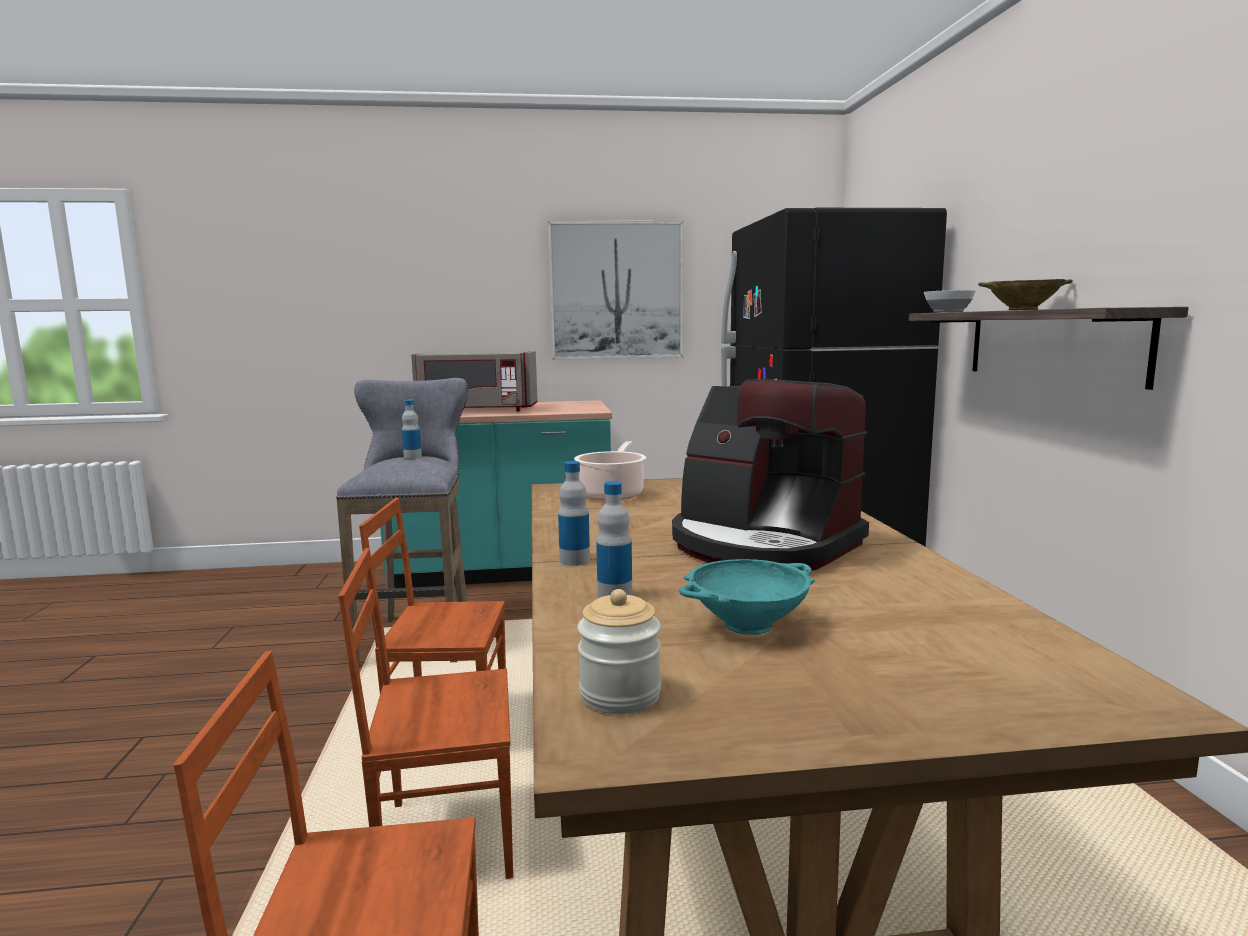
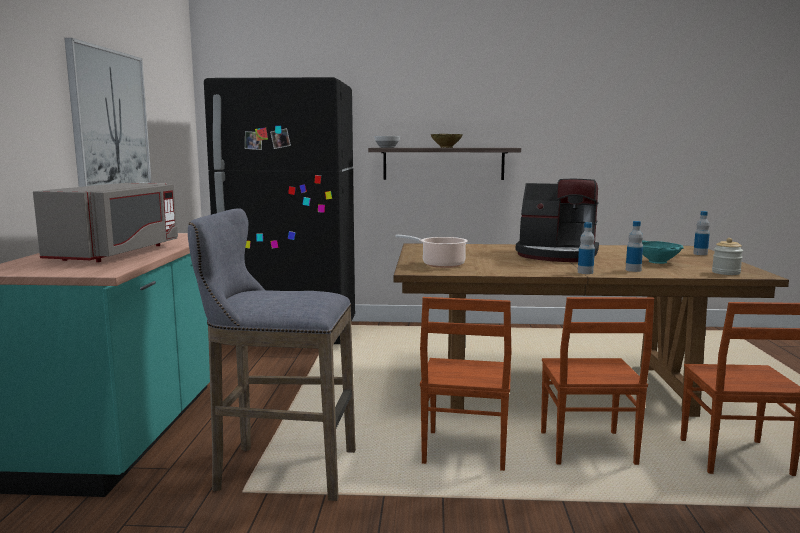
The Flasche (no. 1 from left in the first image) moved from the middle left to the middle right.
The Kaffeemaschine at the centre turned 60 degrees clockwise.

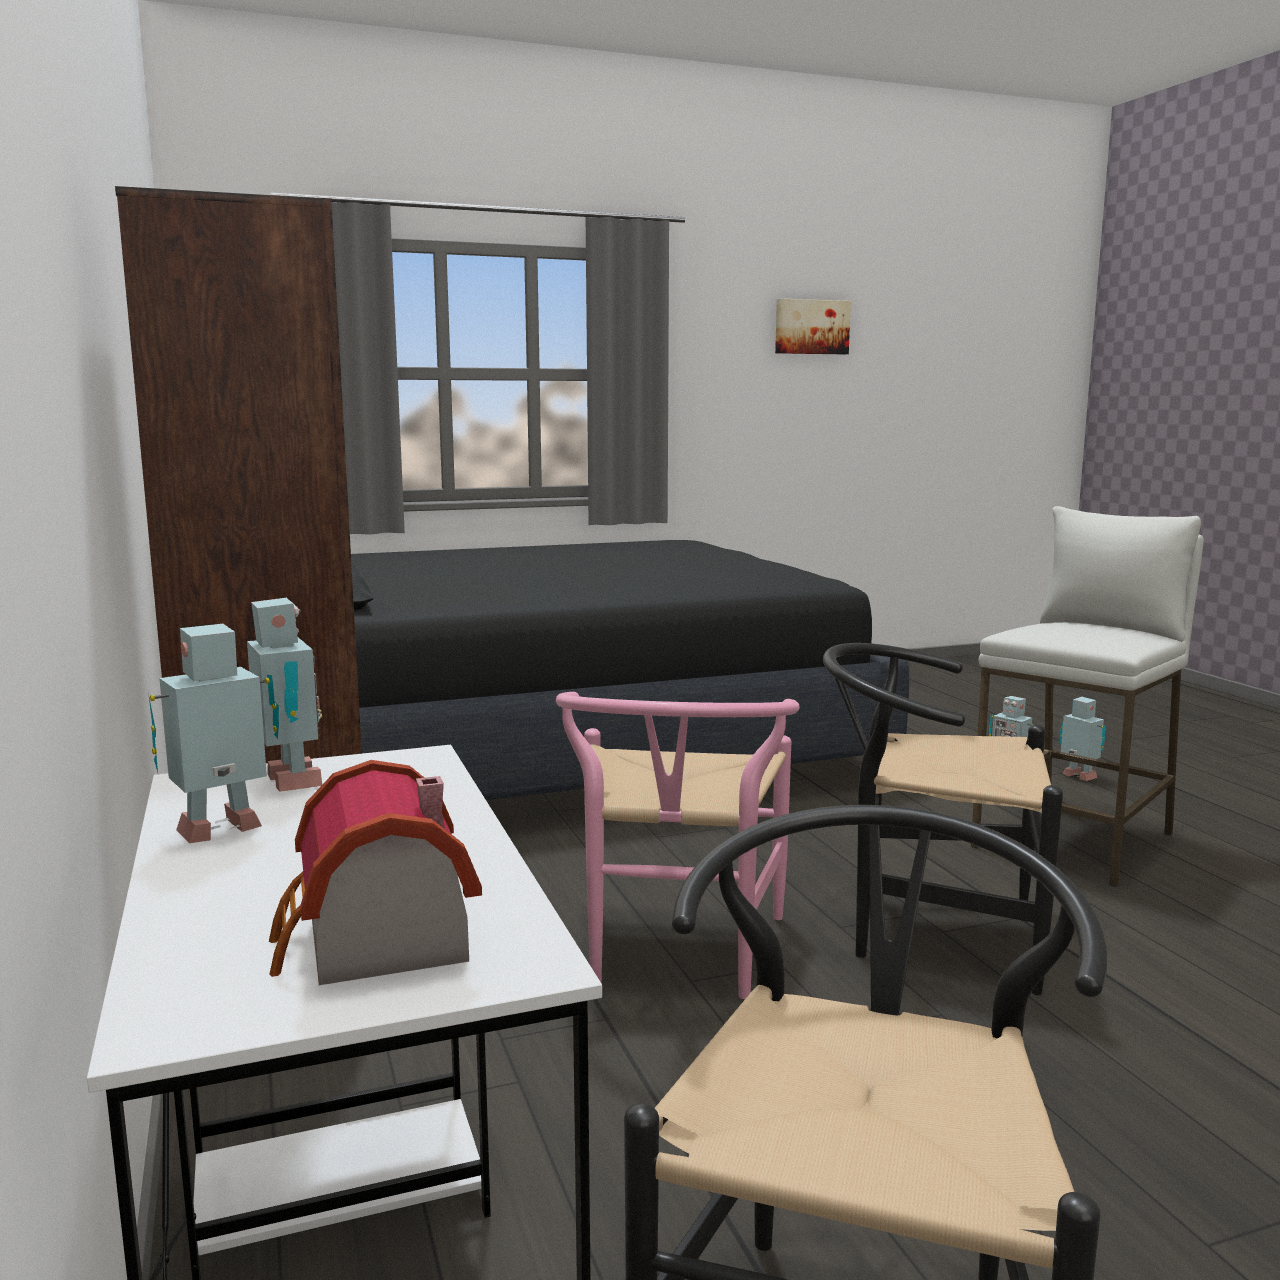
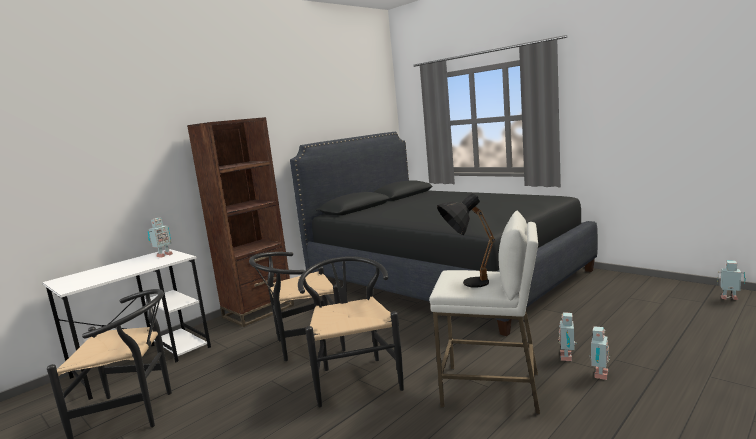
The Spielzeughaus at the bottom left disappeared.
The Bild at the top centre disappeared.
The Tischlampe [schwarz] at the centre appeared.
The Spielzeugroboter (no. 1 from left in the first image) moved from the middle left to the middle right.
The Stuhl [rosa] at the centre became the Stuhl [schwarz] (no. 2 from left) at the bottom centre.

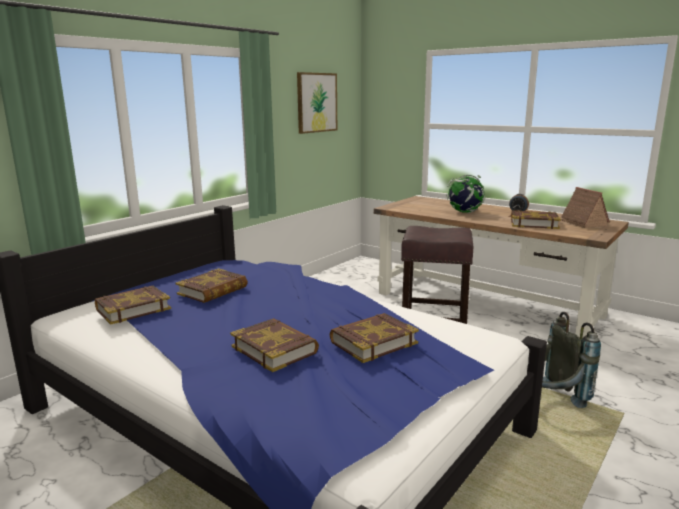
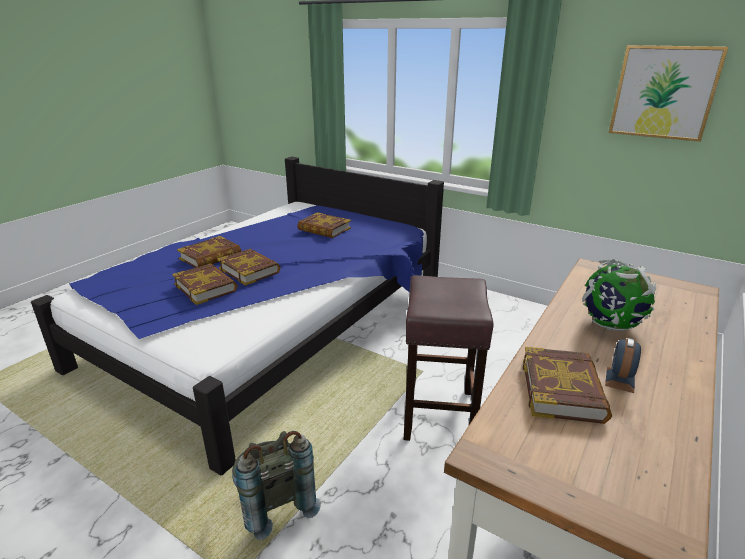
The Spielzeughaus at the middle right disappeared.
The Buch (no. 1 from left in the first image) moved from the middle left to the centre.

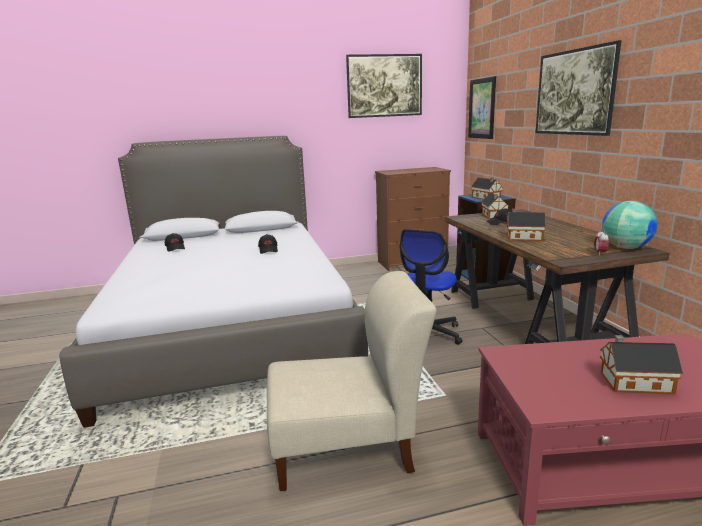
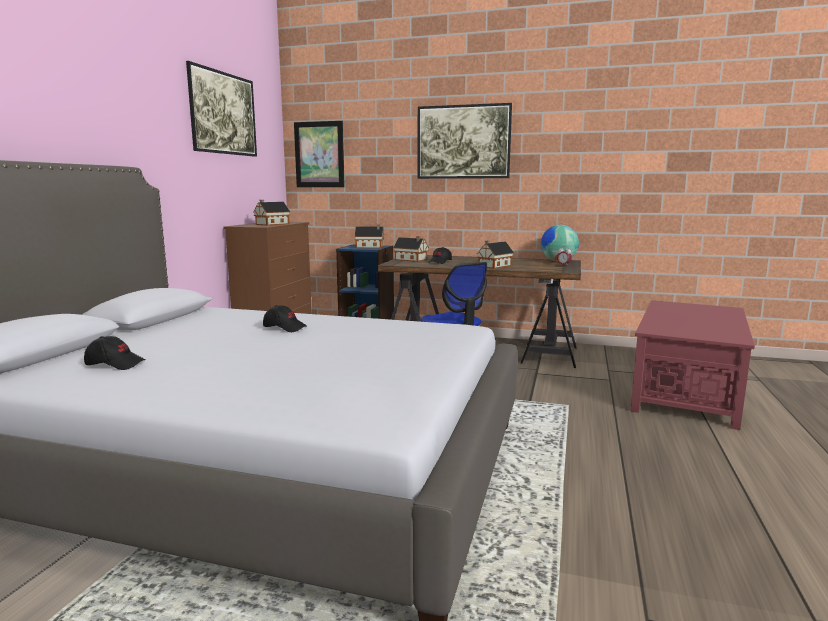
The Stuhl [beige] at the bottom centre disappeared.
The Spielzeughaus (no. 4 from left in the first image) moved from the bottom right to the middle left.

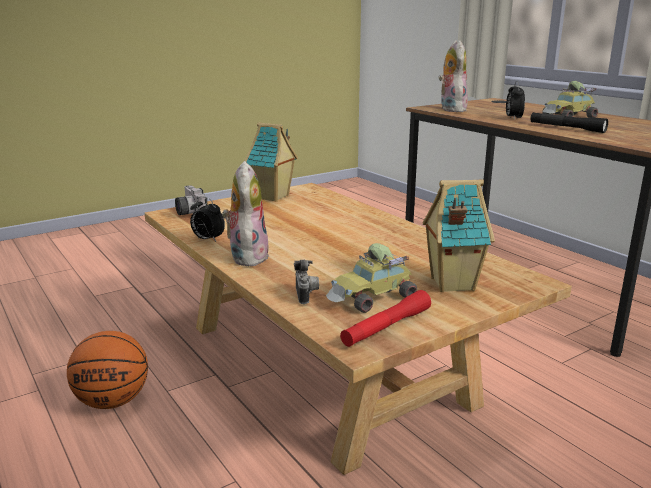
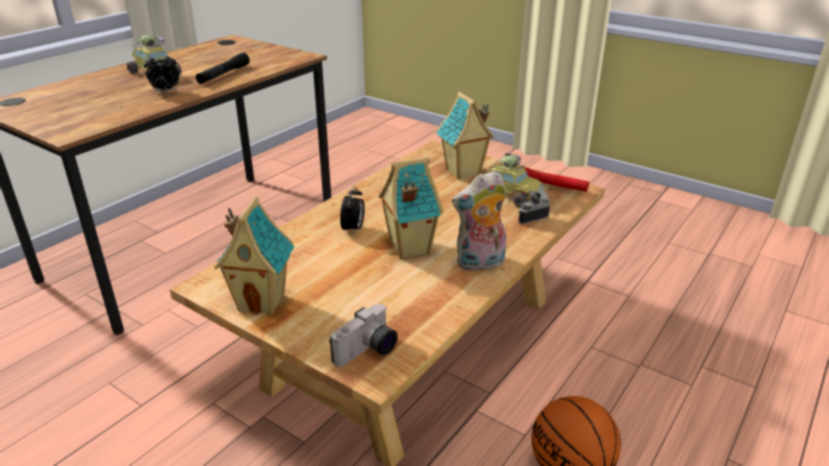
The Plüschtier (no. 2 from left) at the top right disappeared.
The Spielzeughaus (no. 2 from left) at the centre appeared.
The Wecker (no. 1 from left in the first image) moved from the middle left to the centre.

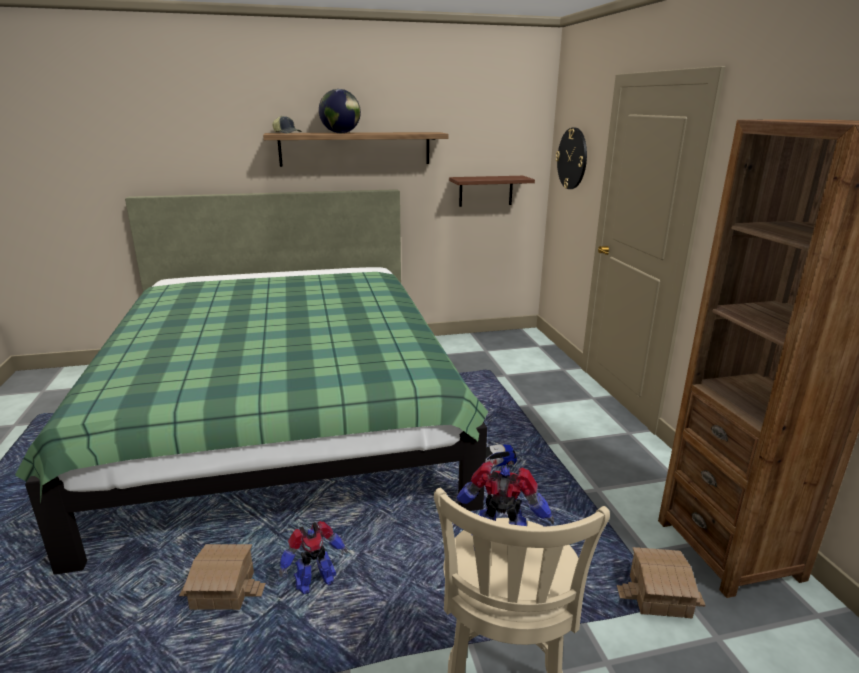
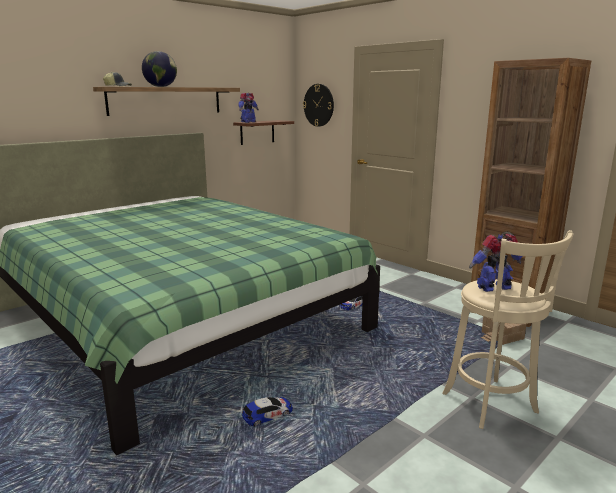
The Spielzeugroboter (no. 1 from left) moved from the bottom centre to the top centre.
The Spielzeughaus (no. 1 from left) at the bottom left was replaced by the Spielzeugauto (no. 1 from left) at the bottom centre.

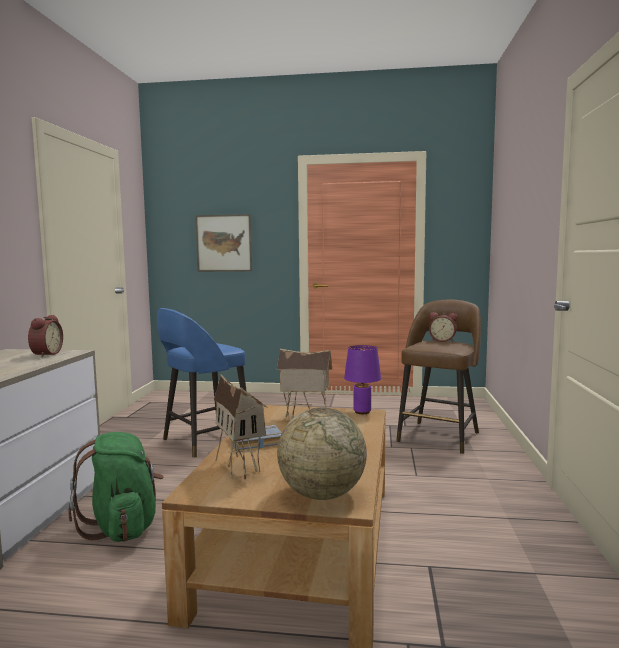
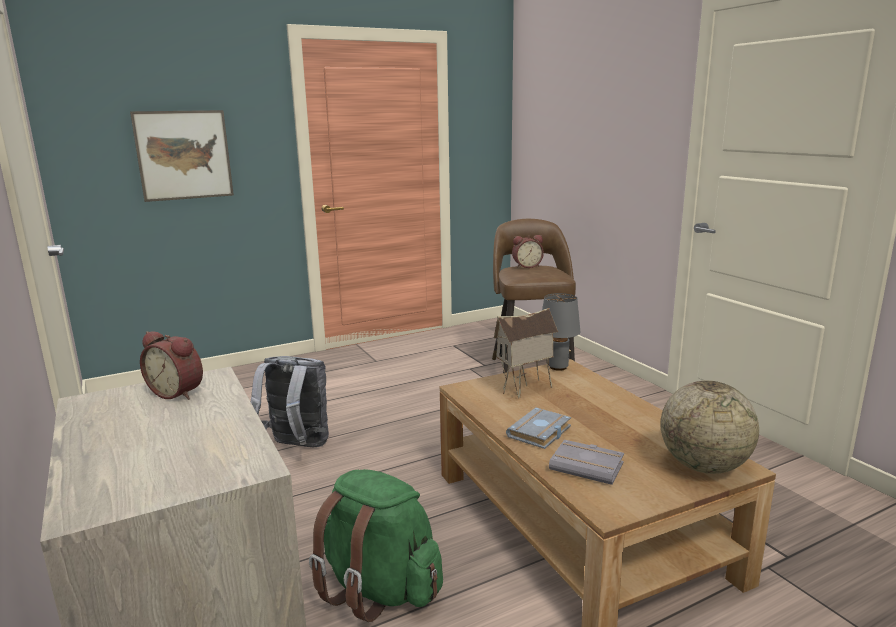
The Hocker [blau] at the middle left was replaced by the Rucksack [grau] at the middle left.
The Spielzeughaus (no. 1 from left) at the centre was replaced by the Buch [grau] (no. 2 from left) at the bottom centre.
The Tischlampe [lila] at the centre became the Tischlampe [grau] at the centre.
The Wecker (no. 1 from left) at the middle left turned 150 degrees clockwise.

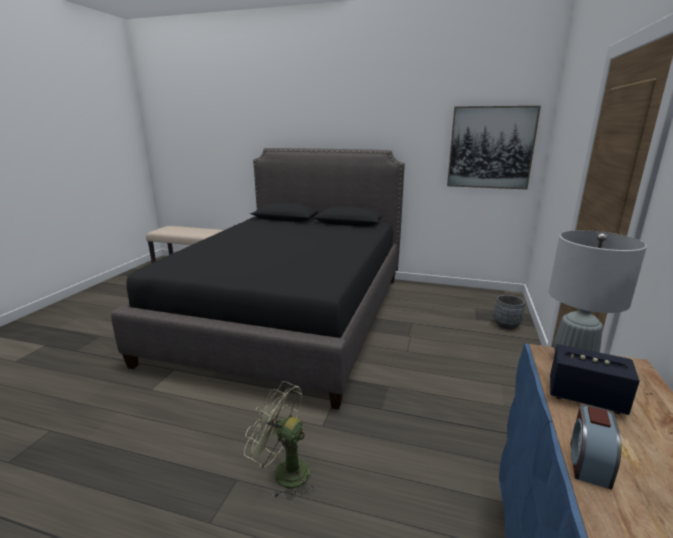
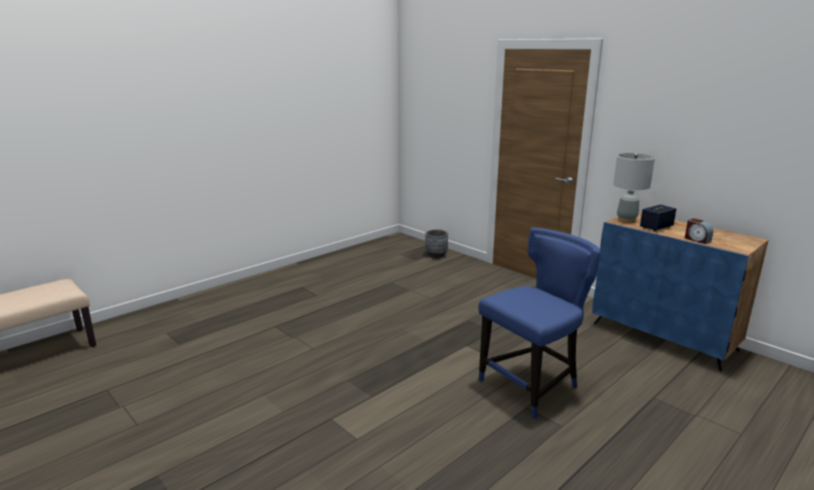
The Bett [schwarz] at the centre disappeared.
The Bild at the top right disappeared.
The Ventilator [grün] at the bottom centre was replaced by the Stuhl [blau] at the centre.

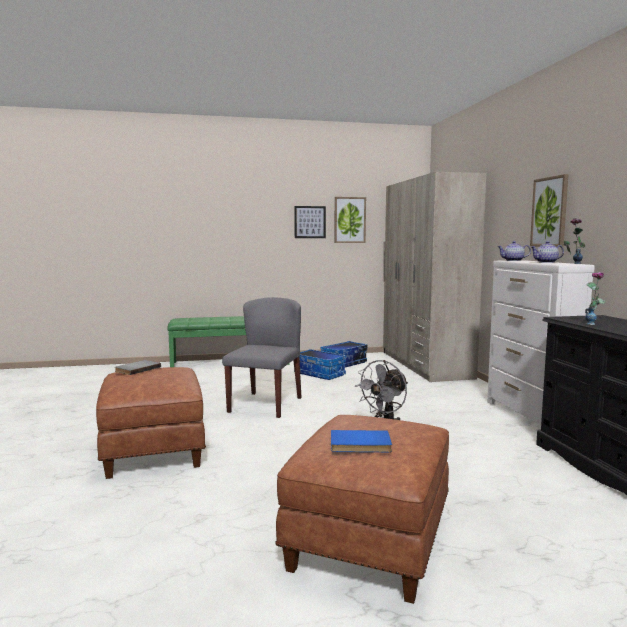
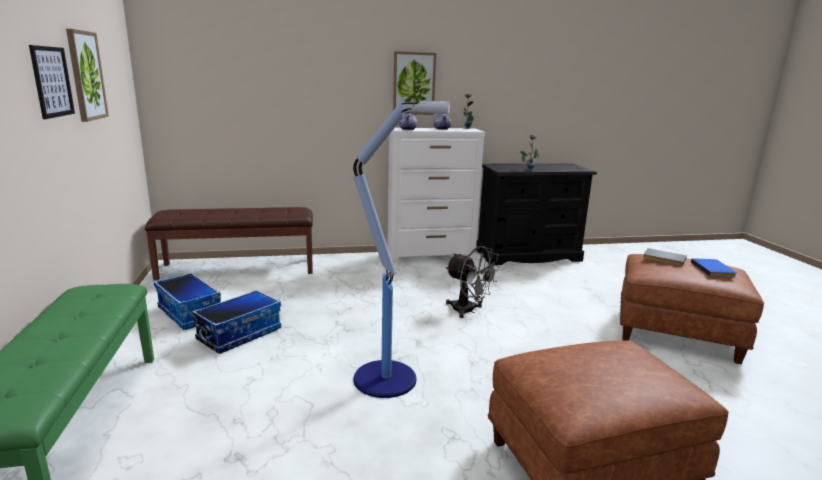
The Buch [grau] moved from the middle left to the middle right.
The Stuhl [grau] at the centre was replaced by the Stehlampe at the centre.
The Kleiderschrank [beige] at the middle right was replaced by the Bank [braun] at the middle left.

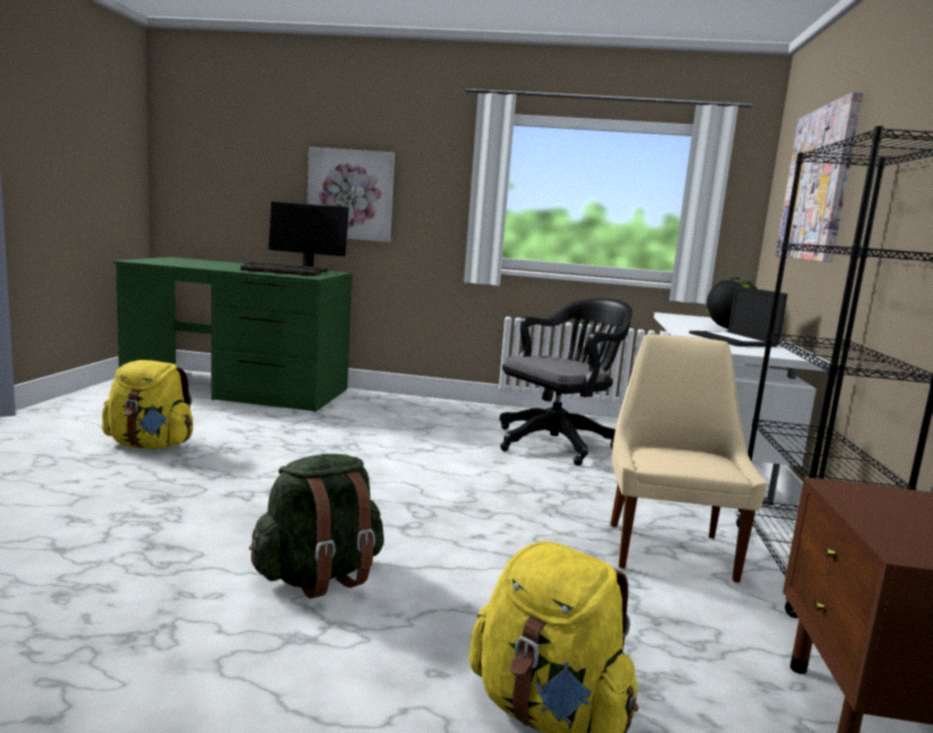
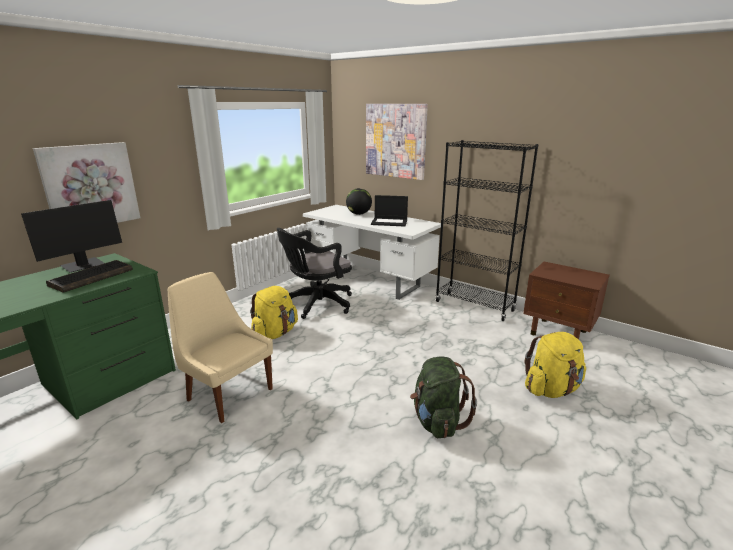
The Rucksack [gelb] (no. 1 from left) moved from the middle left to the centre.
The Stuhl [beige] moved from the middle right to the middle left.
The Bürostuhl [schwarz] at the centre turned 120 degrees counterclockwise.

